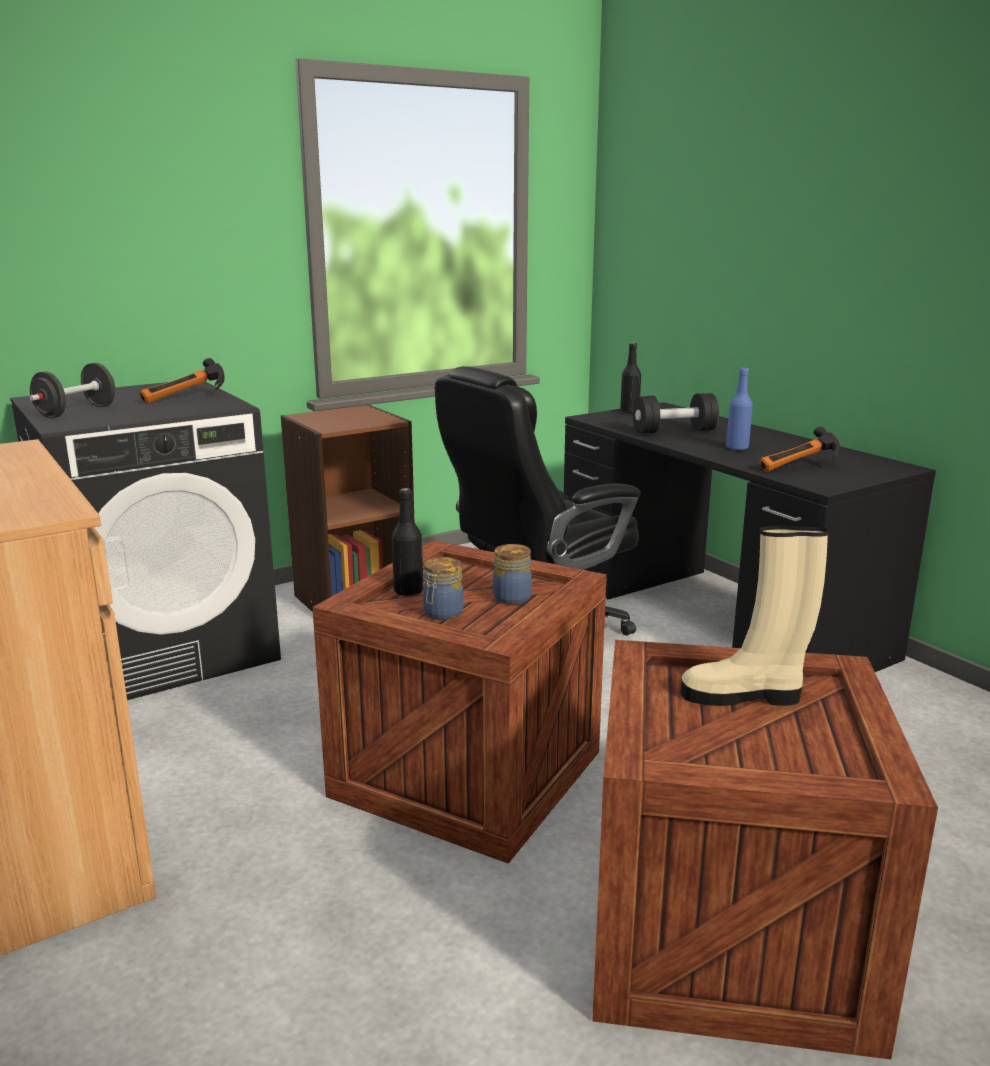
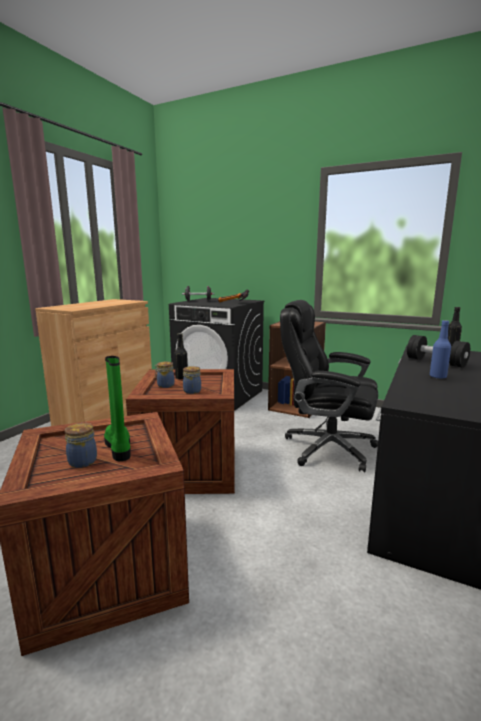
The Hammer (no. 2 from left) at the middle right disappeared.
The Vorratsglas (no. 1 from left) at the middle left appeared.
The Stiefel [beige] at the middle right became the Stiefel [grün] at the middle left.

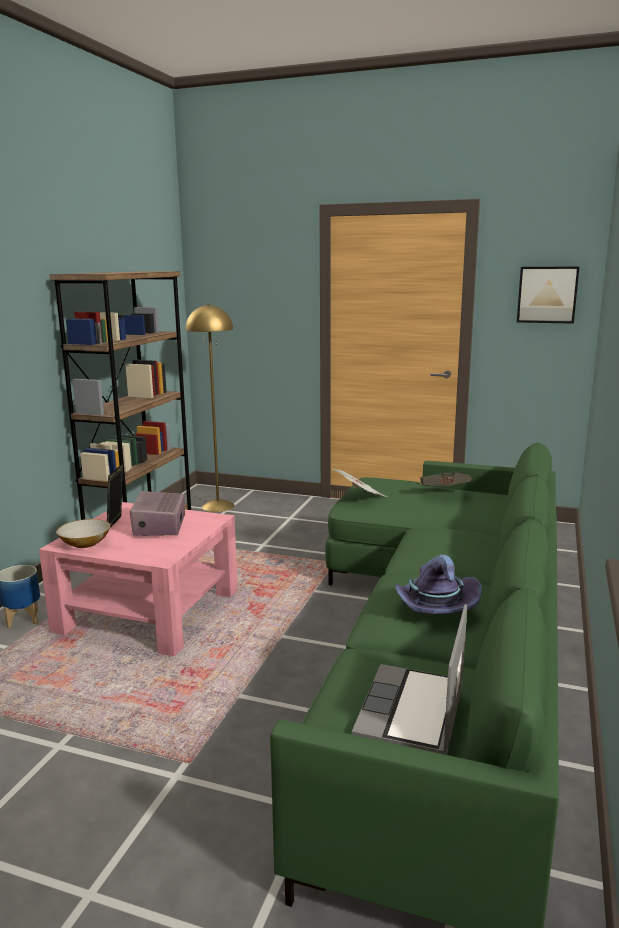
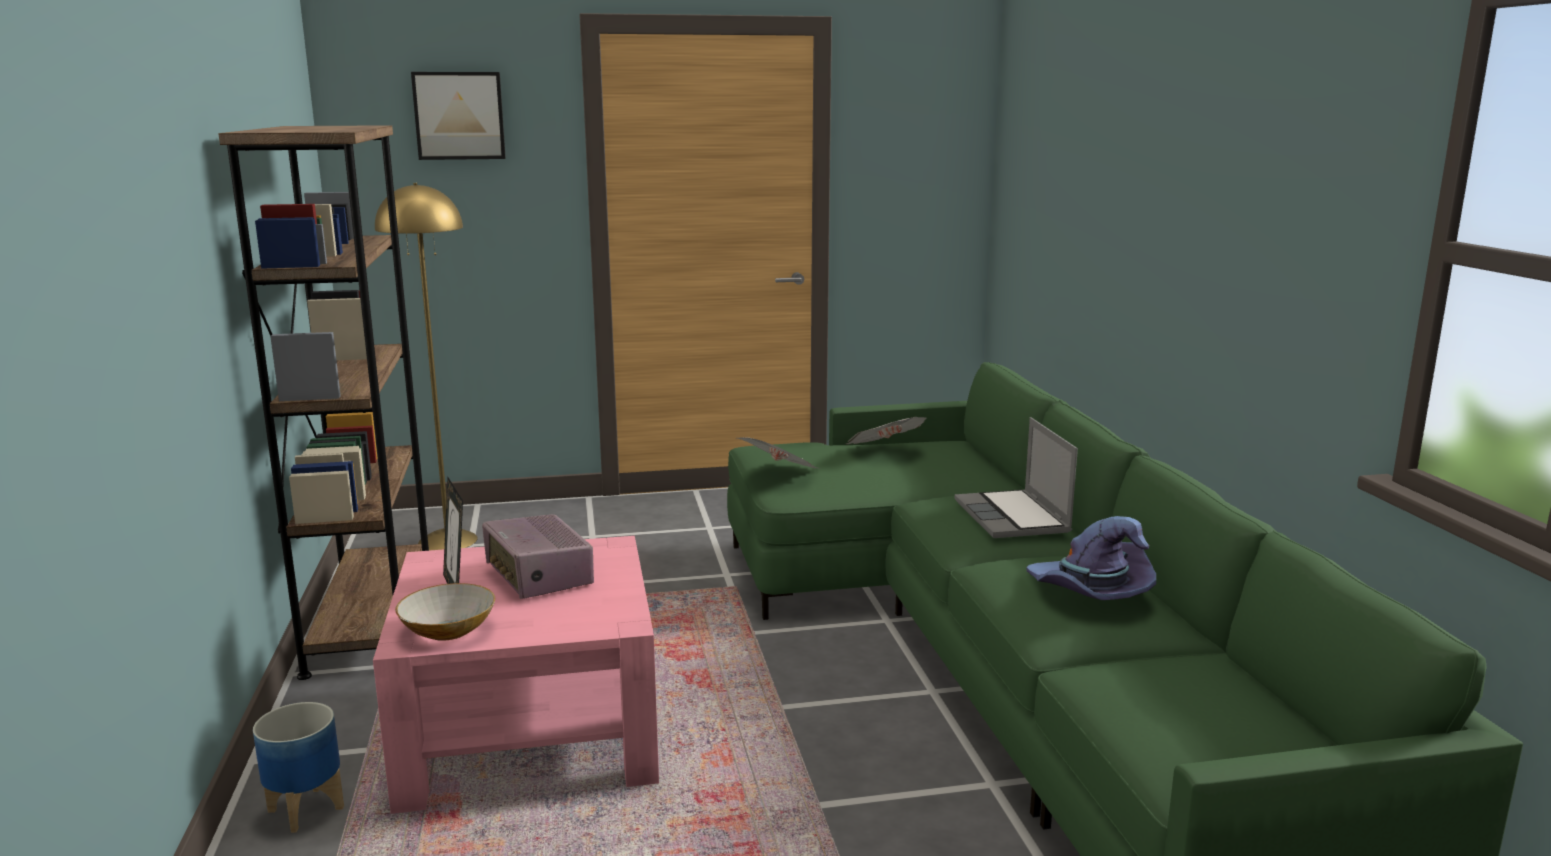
The Laptop moved from the bottom centre to the centre.
The Bild moved from the top right to the top left.

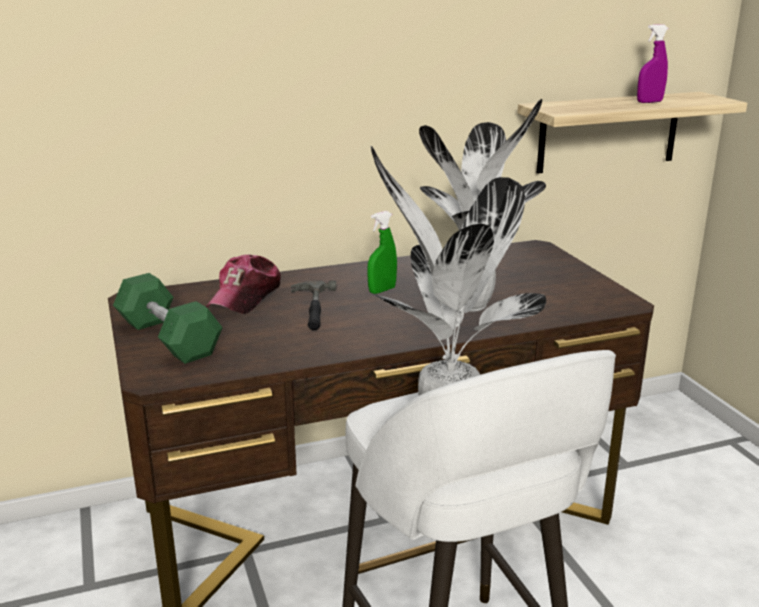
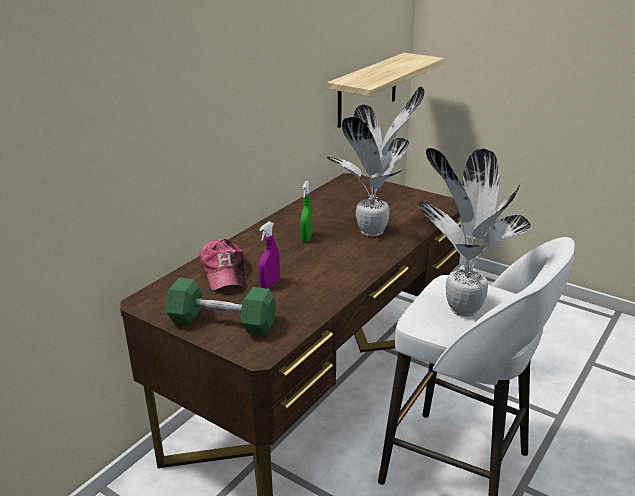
The Hammer at the centre disappeared.
The Sprühflasche [lila] moved from the top right to the centre.

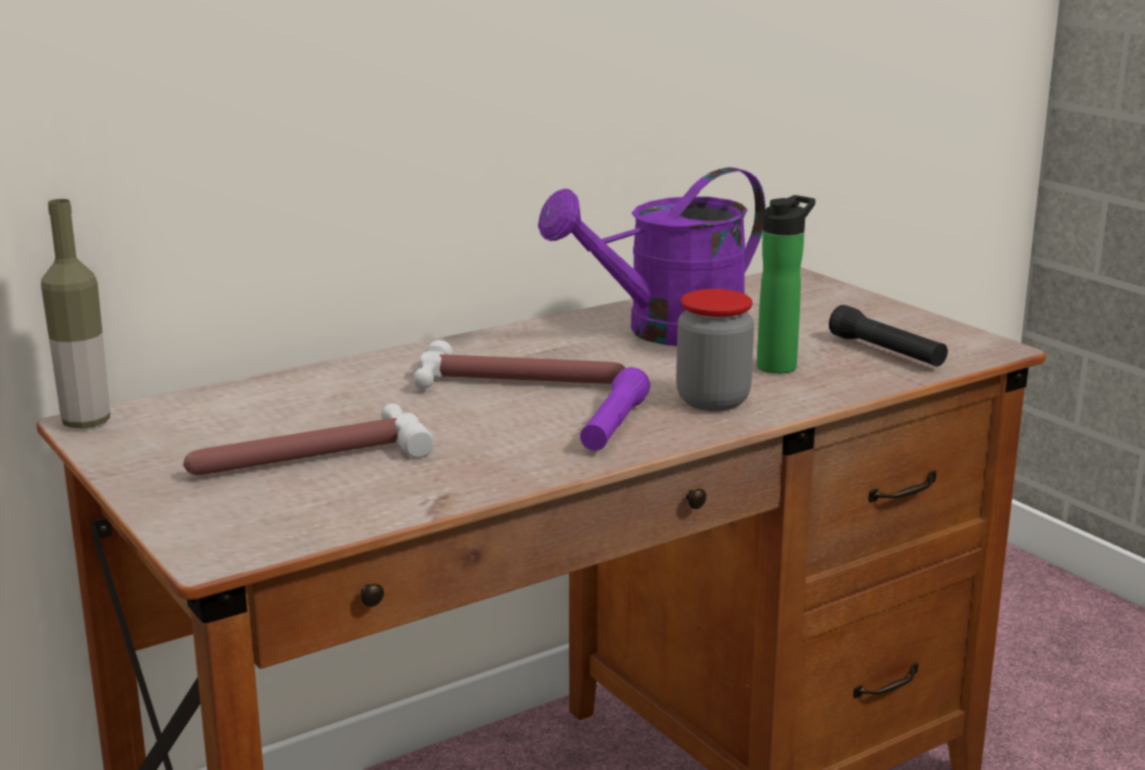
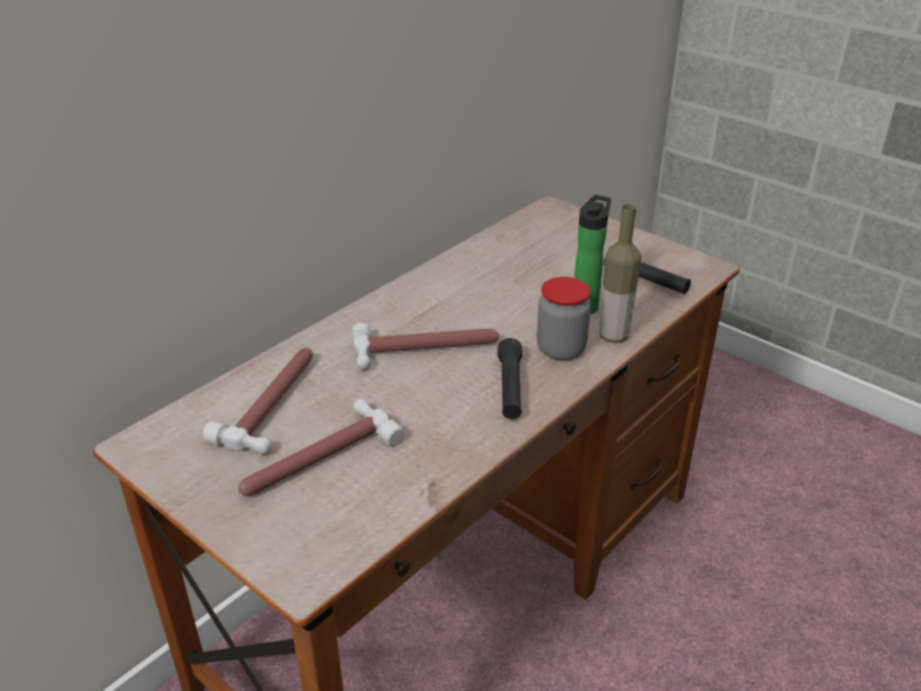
The Gießkanne [lila] at the top centre disappeared.
The Hammer (no. 1 from left) at the middle left appeared.
The Flasche (no. 1 from left in the first image) moved from the middle left to the middle right.
The Taschenlampe [lila] at the centre became the Taschenlampe [schwarz] (no. 1 from left) at the centre.

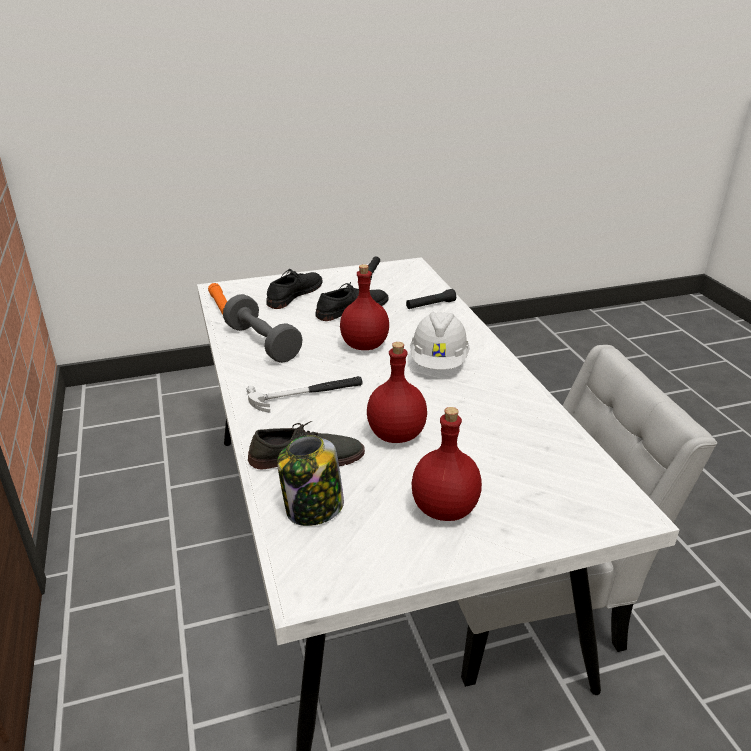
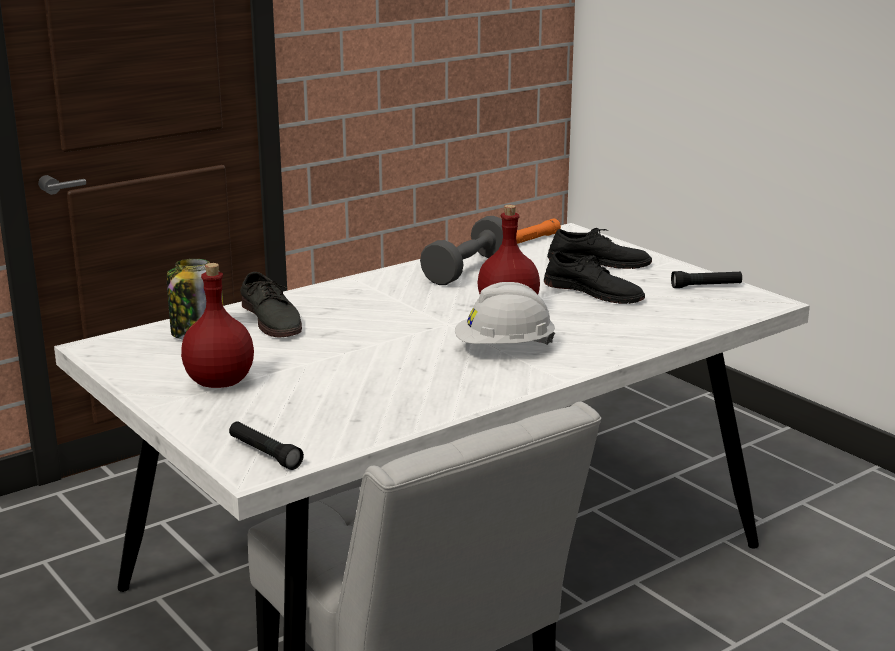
The Hammer at the centre disappeared.
The Flasche [rot] (no. 2 from left) at the centre disappeared.
The Taschenlampe [schwarz] (no. 2 from left in the first image) moved from the centre to the bottom left.

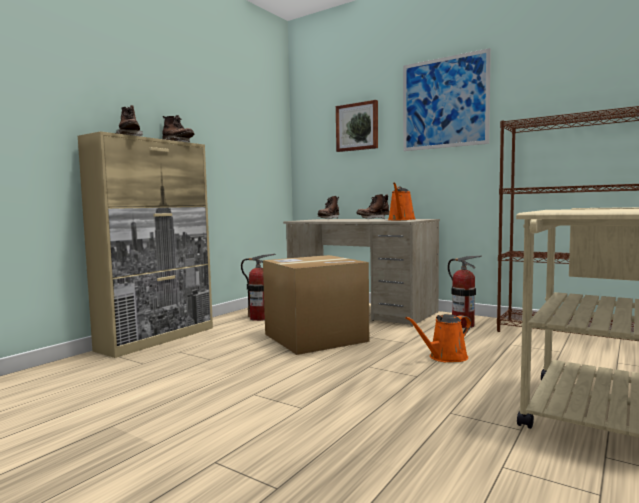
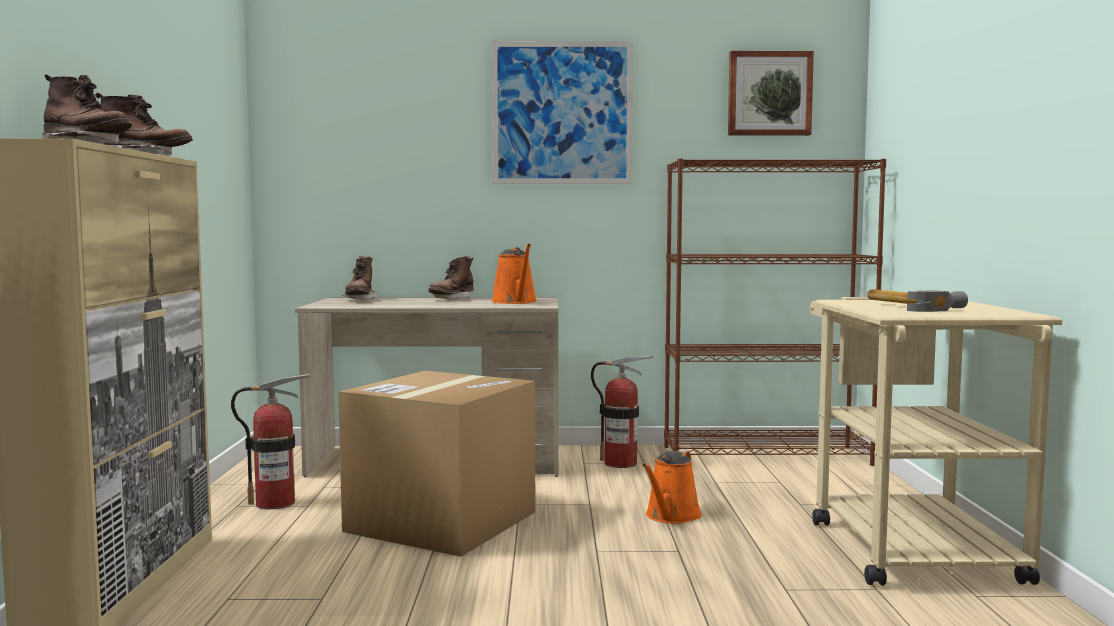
The Hammer at the middle right appeared.
The Bild (no. 1 from left in the first image) moved from the top centre to the top right.

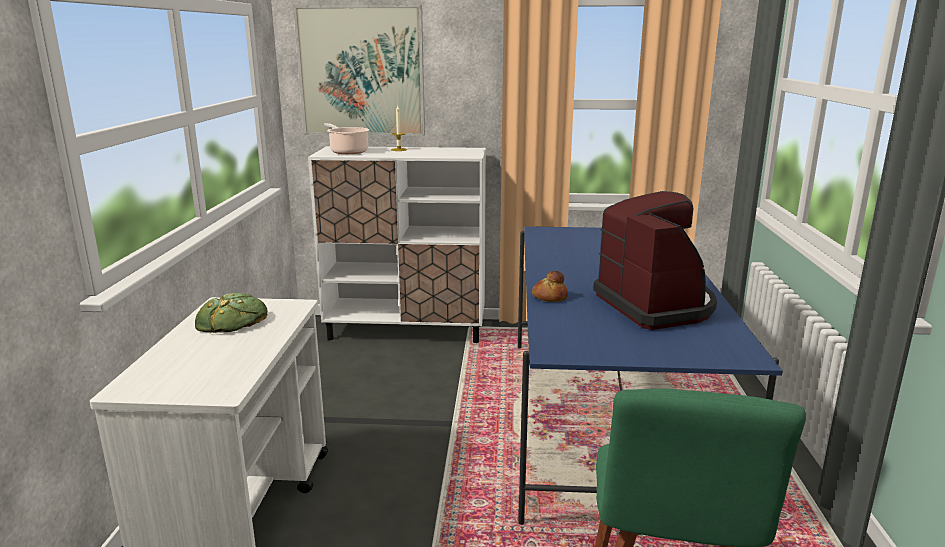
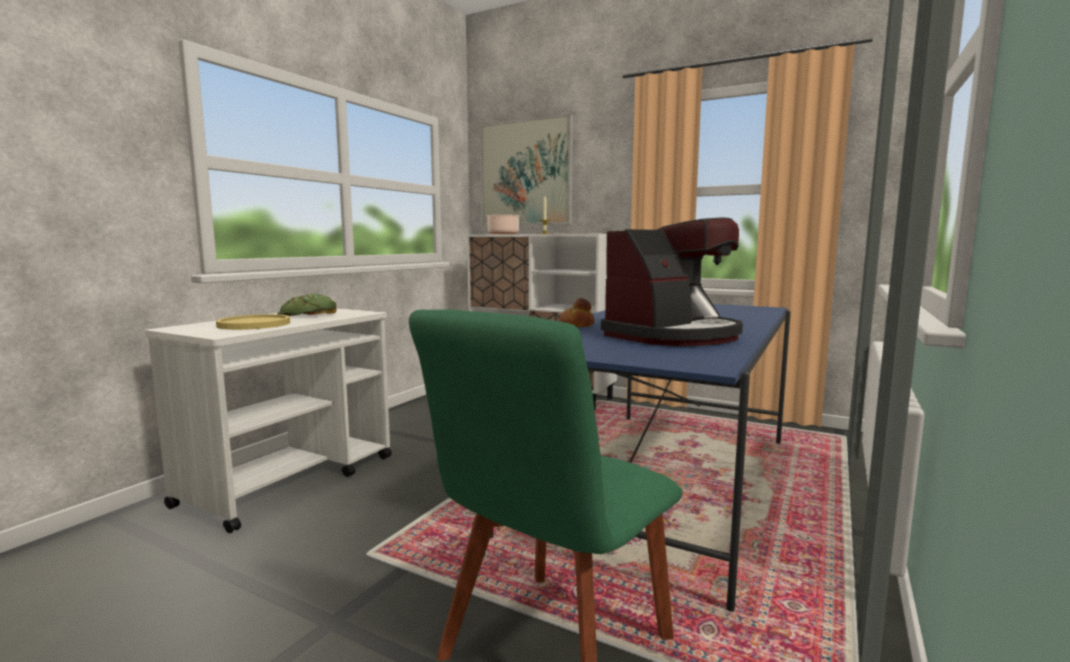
The Teller [gelb] at the middle left appeared.
The Kaffeemaschine at the middle right turned 45 degrees clockwise.

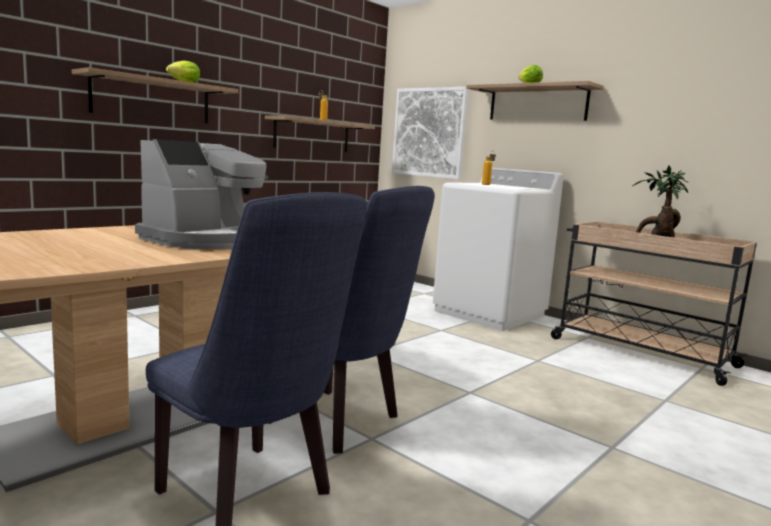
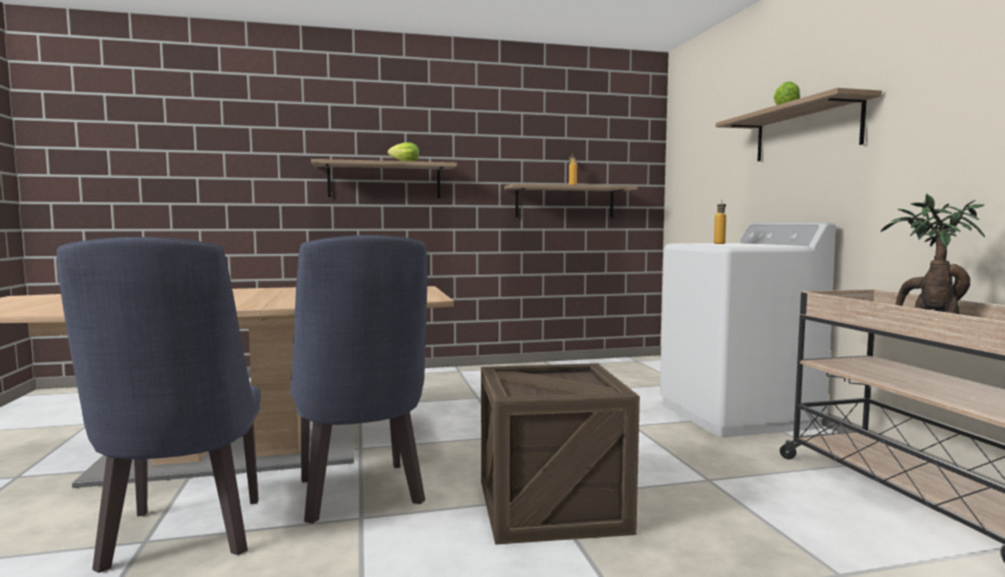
The Kaffeemaschine at the middle left disappeared.
The Bild at the top centre disappeared.
The Kiste at the bottom centre appeared.

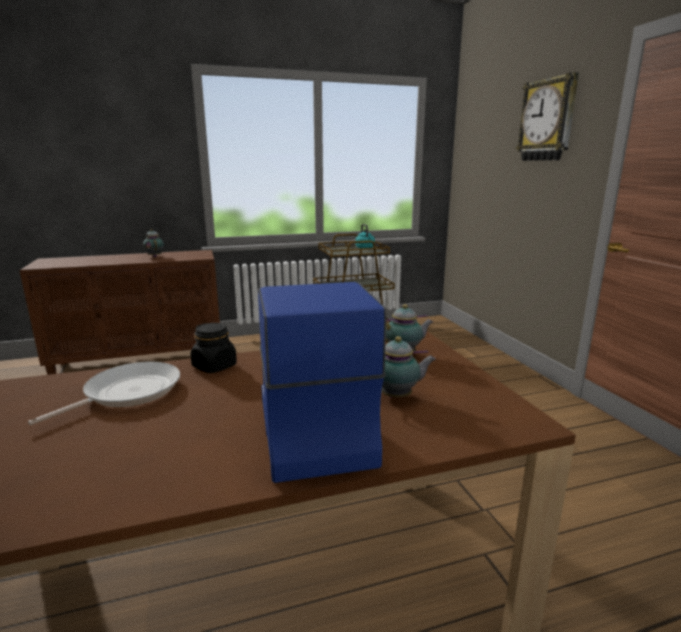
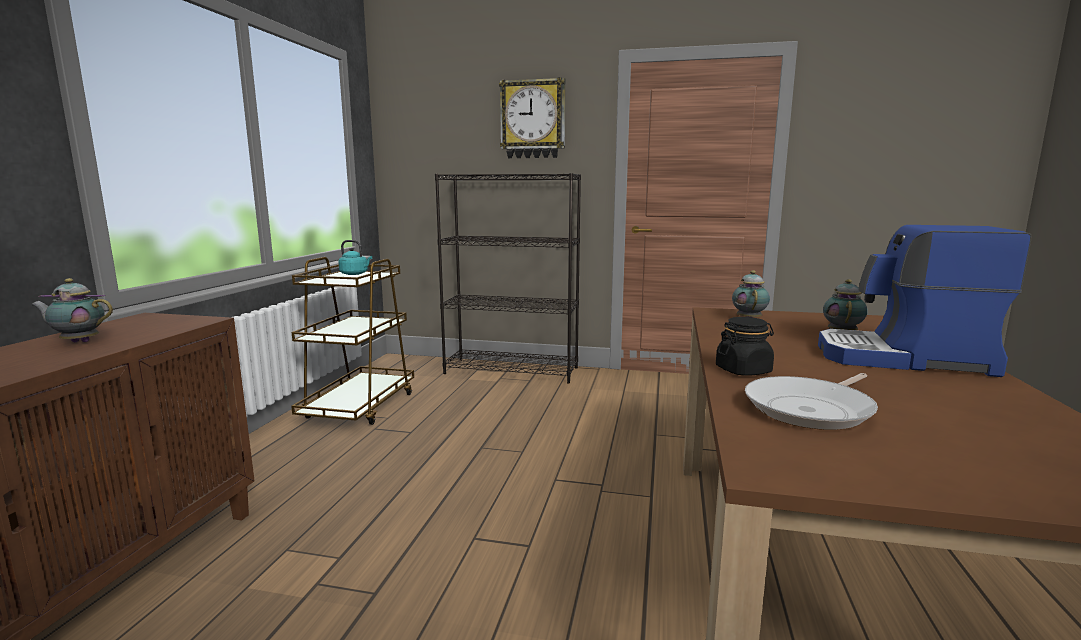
The Bücherregal [schwarz] at the centre appeared.
The Pfanne at the middle left turned 105 degrees counterclockwise.

